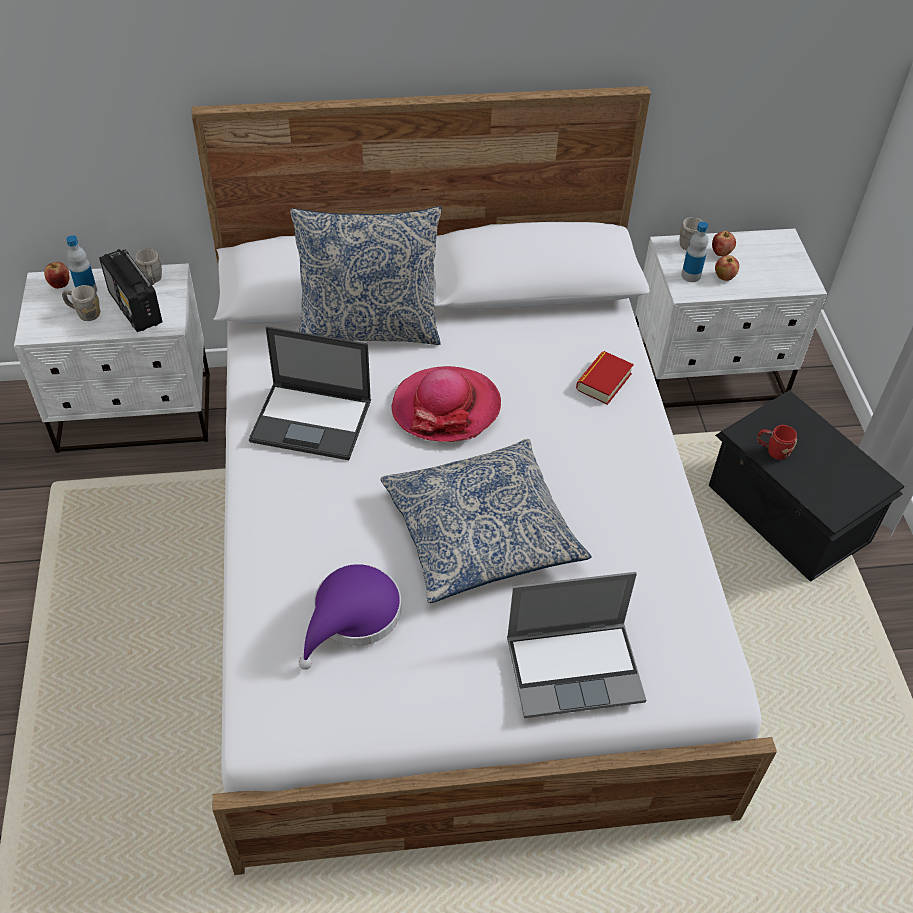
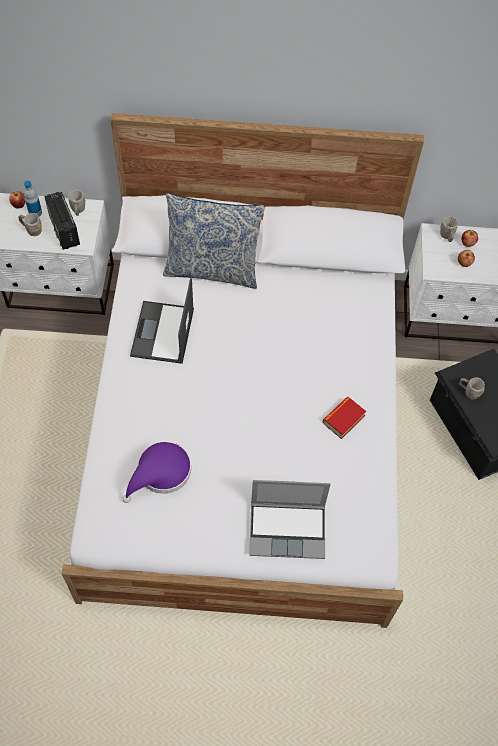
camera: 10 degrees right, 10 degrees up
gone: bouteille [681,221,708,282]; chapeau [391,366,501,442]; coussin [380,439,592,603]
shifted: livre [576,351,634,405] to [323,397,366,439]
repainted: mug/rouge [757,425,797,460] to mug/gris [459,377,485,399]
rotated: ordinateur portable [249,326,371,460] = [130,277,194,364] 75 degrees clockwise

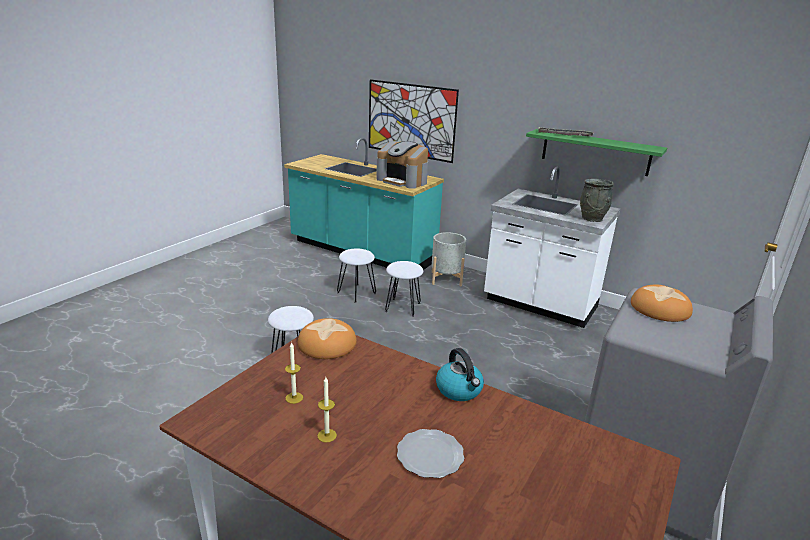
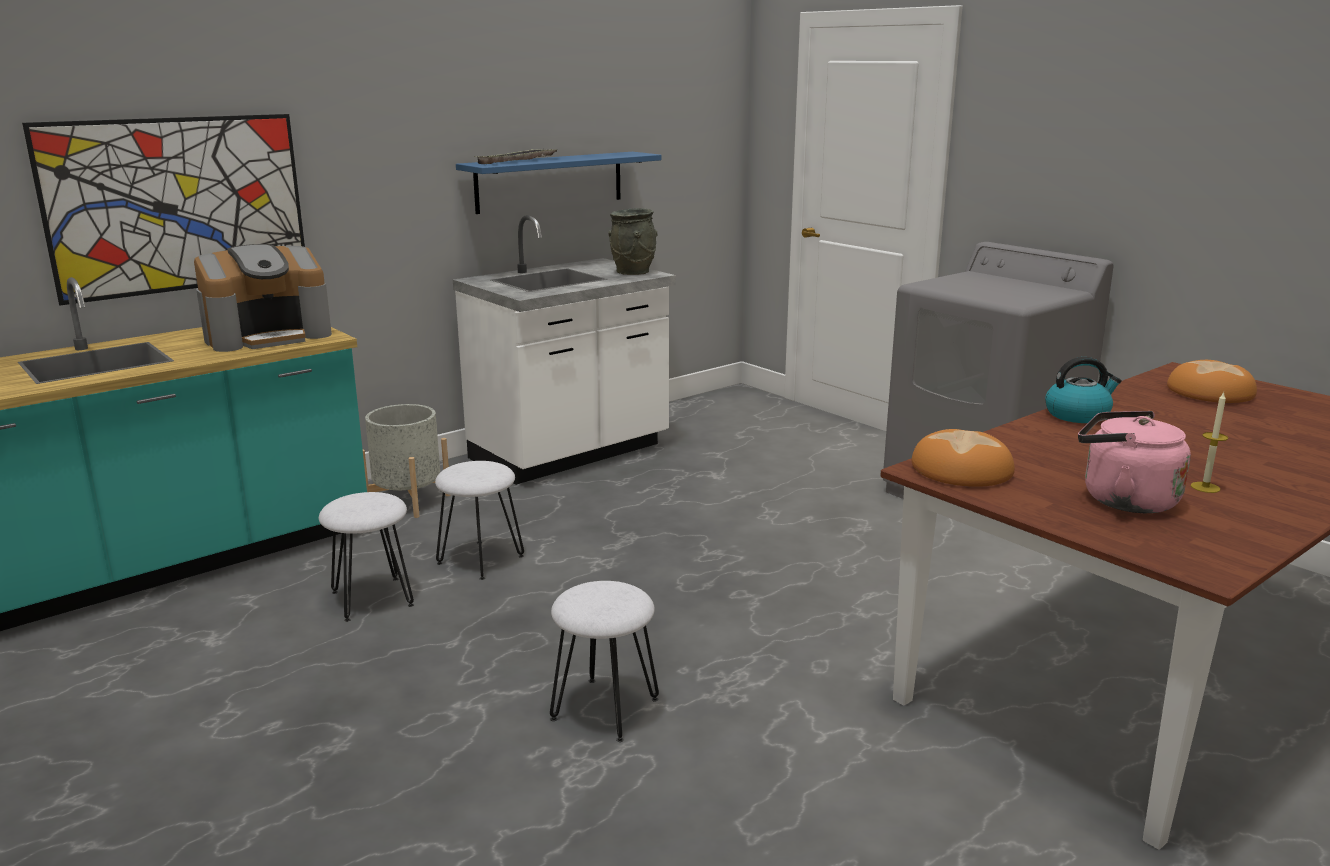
camera: 70 degrees left, 5 degrees down
gone: assiette [397,429,464,478]
shifted: pain [631,284,693,322] to [1167,360,1257,403]
swapped: bougie [285,342,303,404] to bouilloire/rose [1078,411,1191,513]
repainted: étagère/vert [526,129,667,176] to étagère/bleu [456,152,661,214]

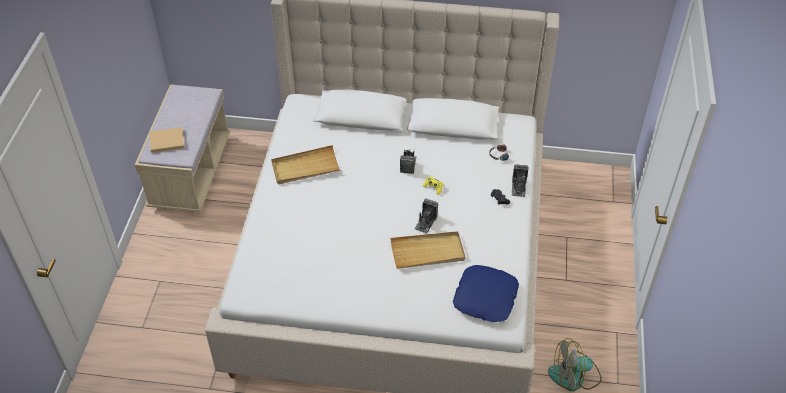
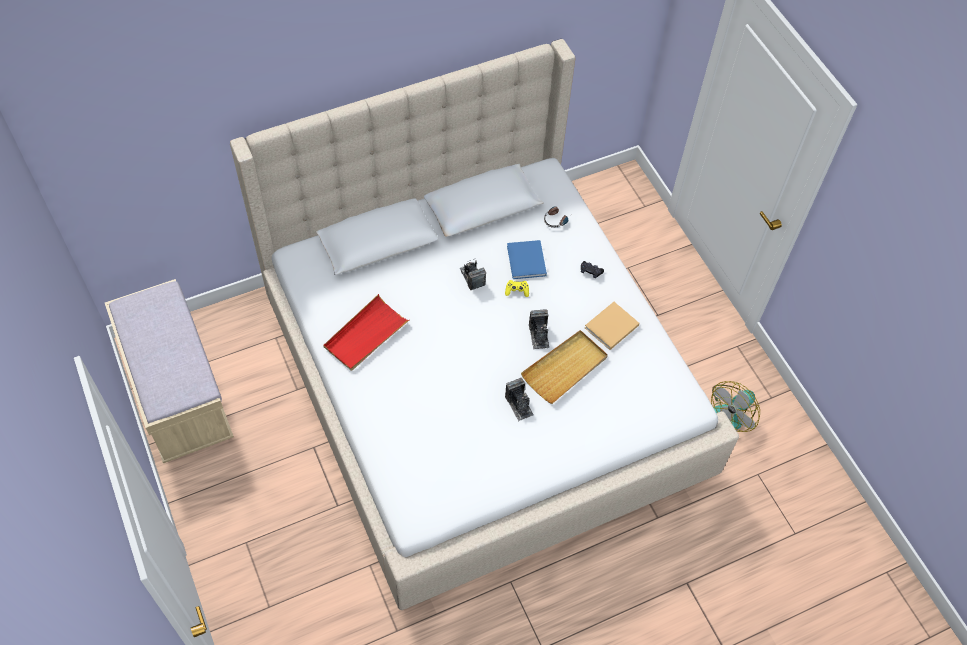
camera: 35 degrees left, 10 degrees up
gone: coussin/bleu [453,265,519,322]
new: livre/bleu [507,240,547,279]
shifted: livre/beige [150,127,184,153] to [585,302,639,350]; appareil photo [511,164,529,197] to [505,378,533,421]
repainted: plateau/beige [271,145,341,184] to plateau/rouge [323,294,409,371]

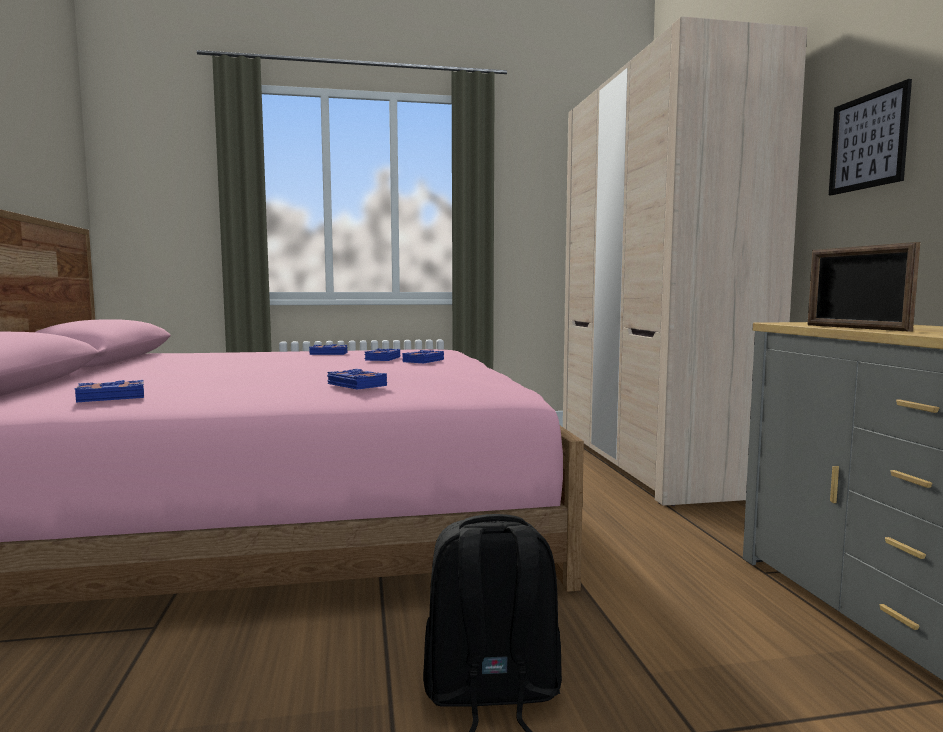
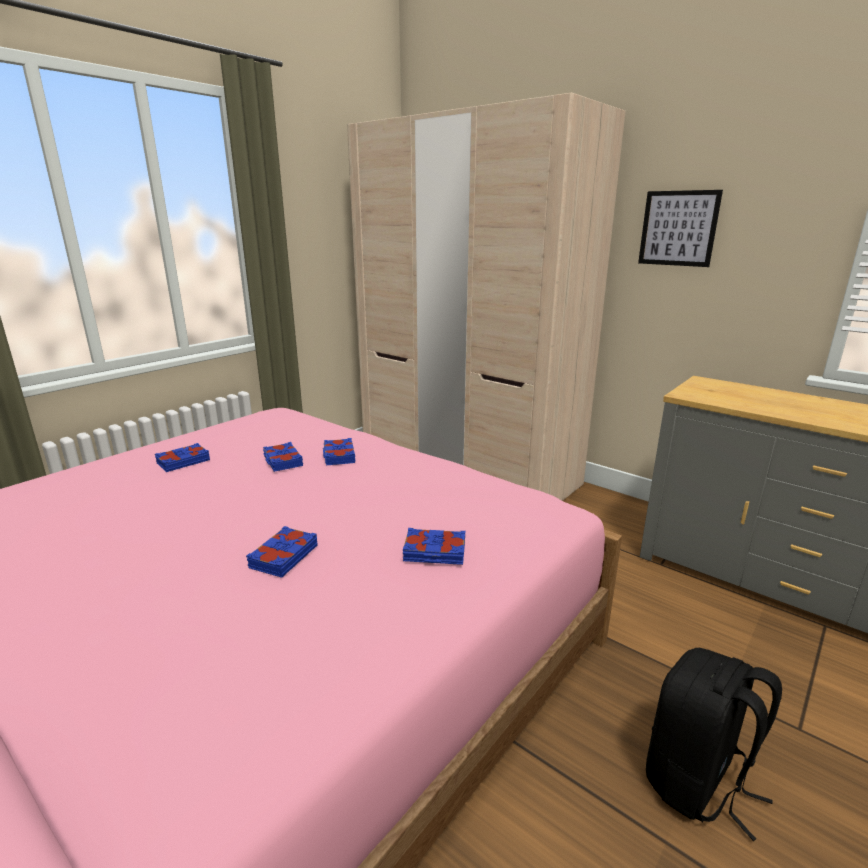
camera: 40 degrees left, 15 degrees up
gone: cadre photo [807,242,920,332]
shifted: livre/bleu [74,380,144,402] to [246,526,318,578]

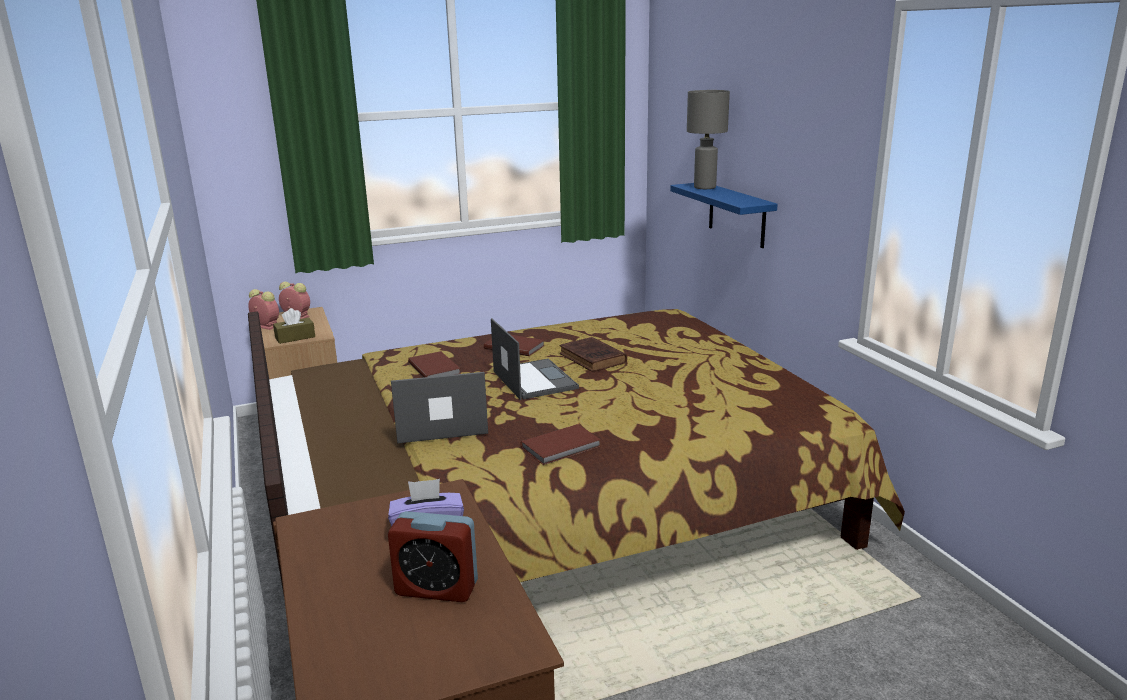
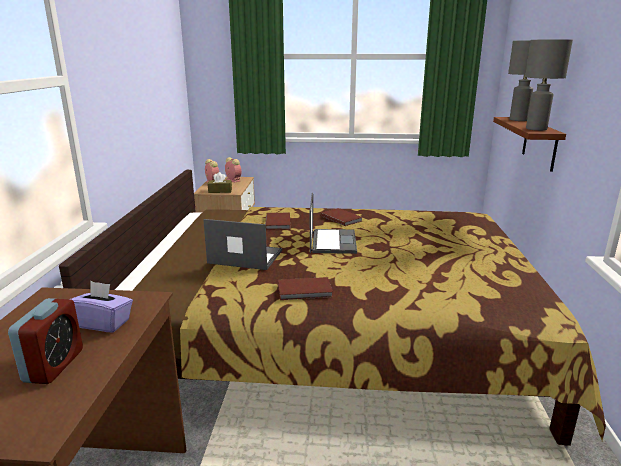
camera: 25 degrees right, 0 degrees up
gone: livre/marron [559,337,627,372]
new: lampe de table/gris [525,39,573,131]
repainted: étagère/bleu [670,183,778,248] to étagère/marron [493,117,566,172]
rotated: réveil [388,511,478,602] = [8,298,83,384] 120 degrees counterclockwise

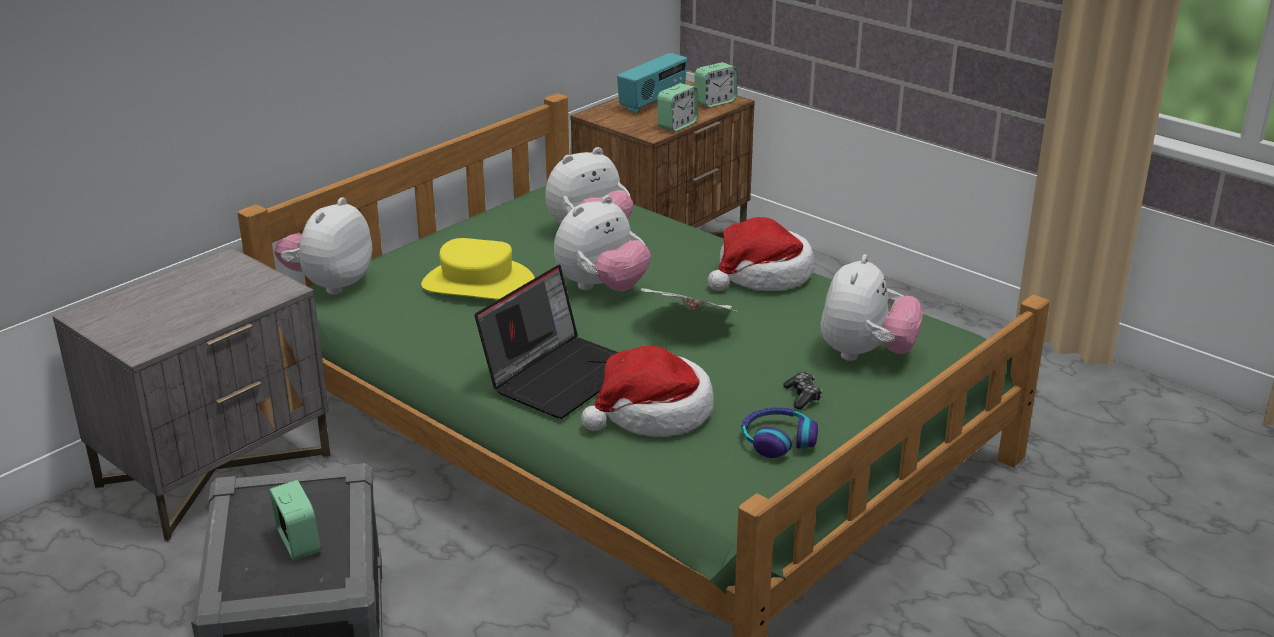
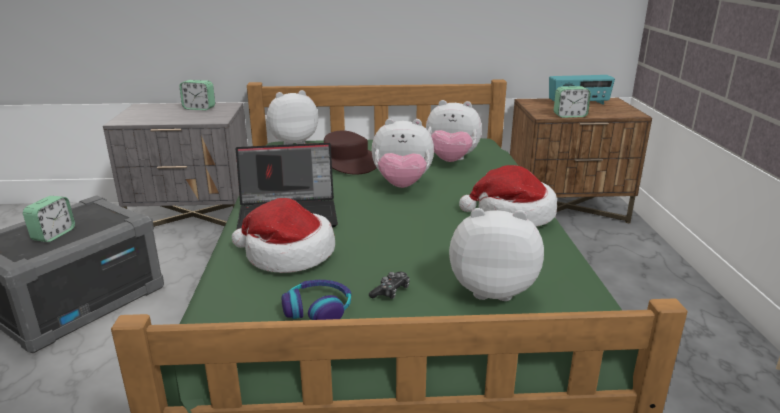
camera: 45 degrees right, 5 degrees down
gone: journal [641,288,737,312]
shifted: réveil [695,62,737,107] to [180,80,215,110]
repainted: chapeau/jaune [421,238,535,300] to chapeau/marron [324,131,377,175]
rotated: peluche [821,254,923,361] = [449,208,544,301] 150 degrees counterclockwise

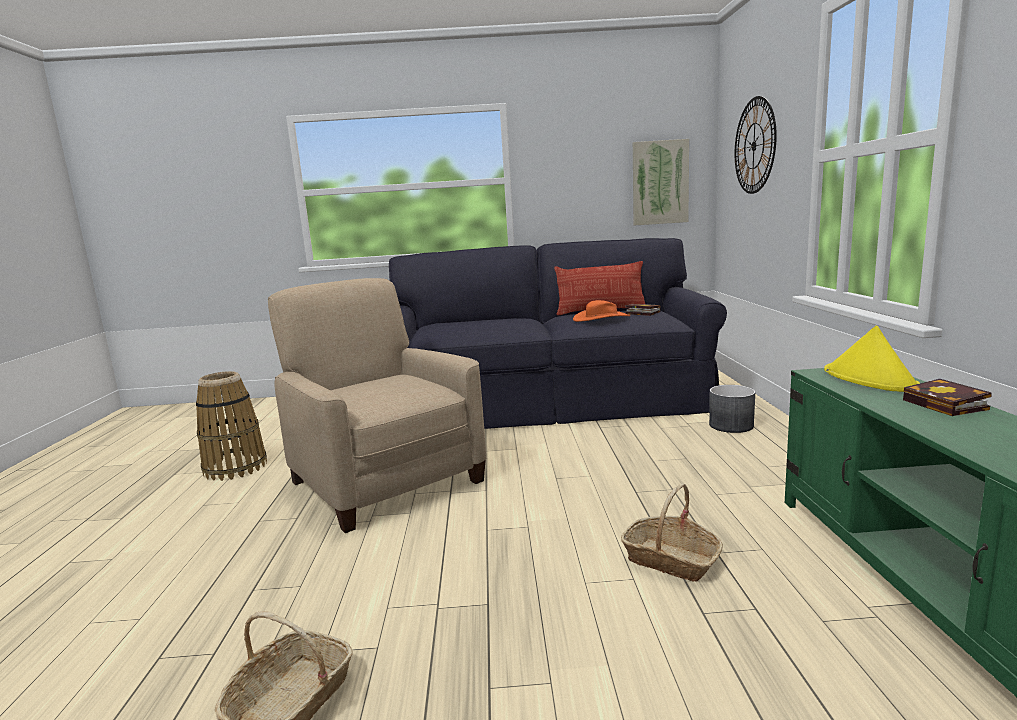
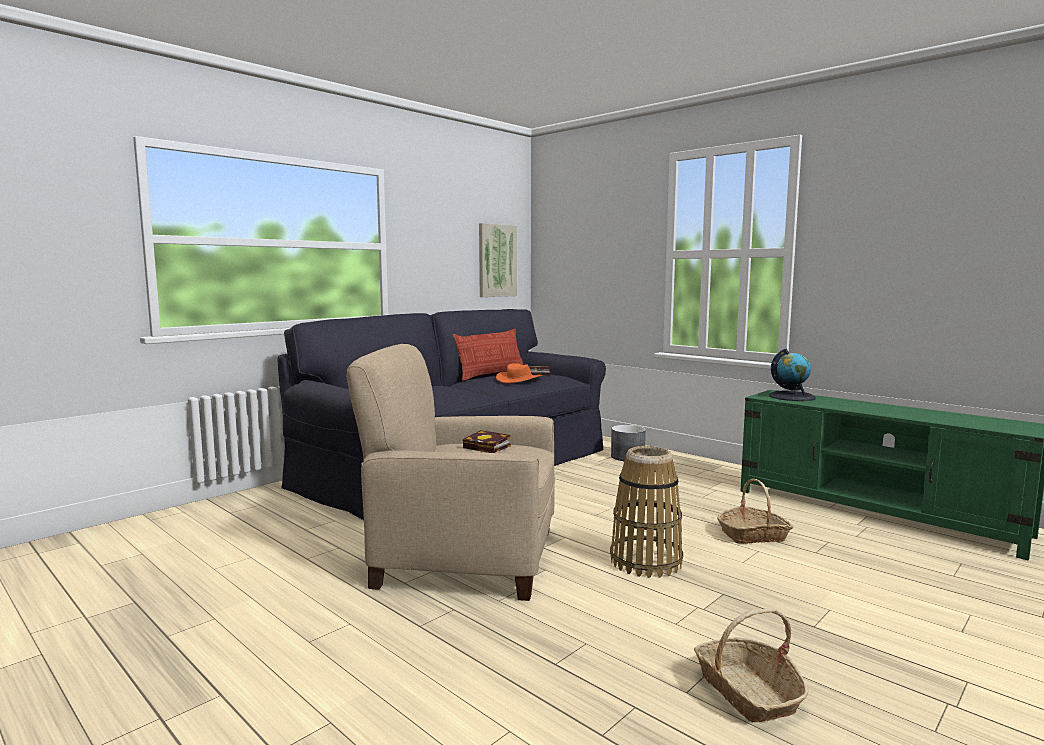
camera: 45 degrees left, 5 degrees down
gone: horloge murale [735,96,777,194]
shifted: panier [196,371,267,481] to [610,446,683,578]; livre [903,379,992,416] to [463,430,510,453]
swapped: chapeau/jaune [824,326,920,392] to globe [769,349,816,401]

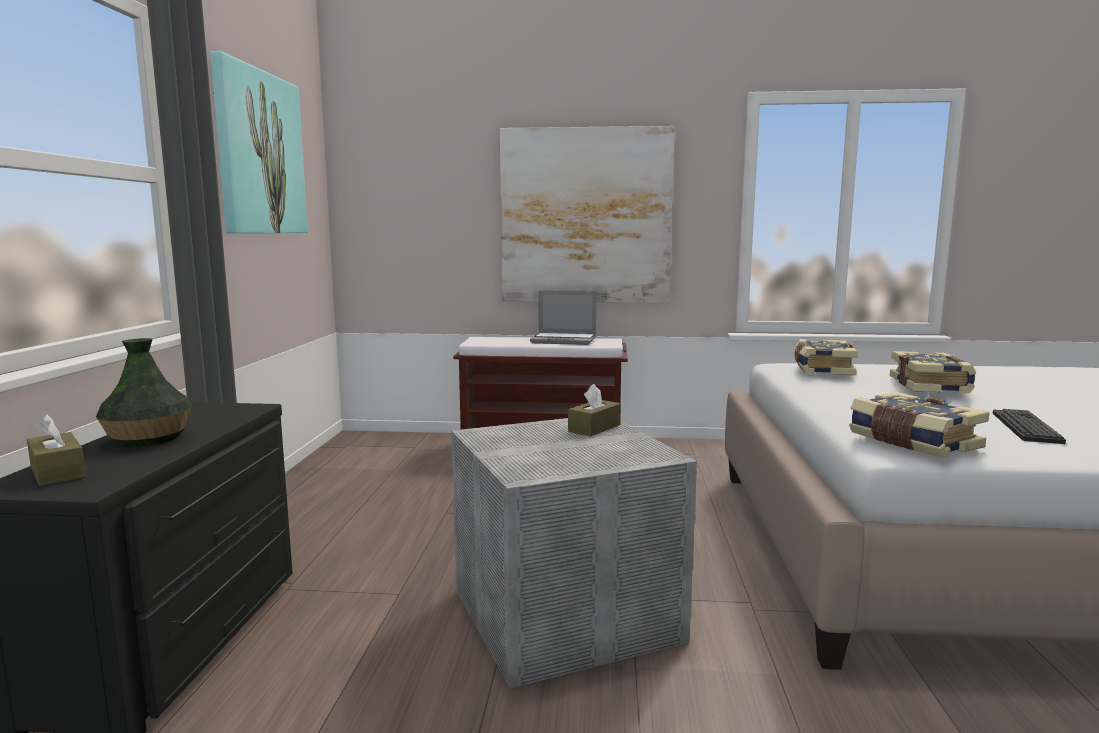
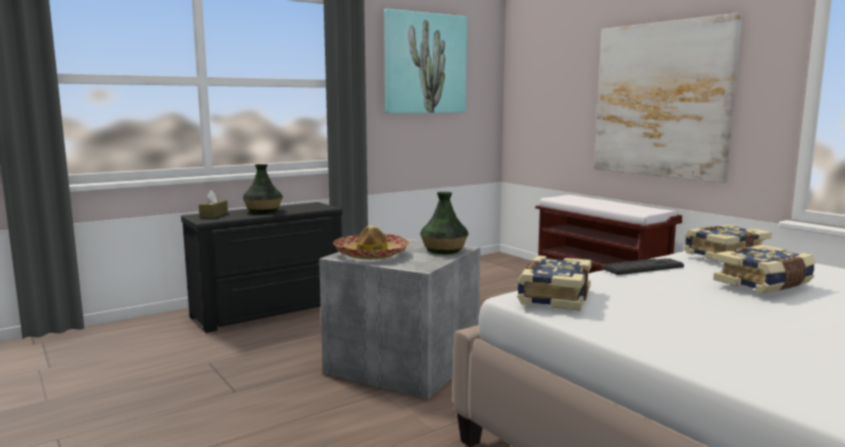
camera: 50 degrees right, 0 degrees up
gone: ordinateur portable [530,290,597,345]
new: chapeau [333,225,409,259]
shifted: clavier [993,409,1066,444] to [601,258,684,275]
swapped: boîte à mouchoirs/marron [568,384,621,437] to vase [420,192,469,254]

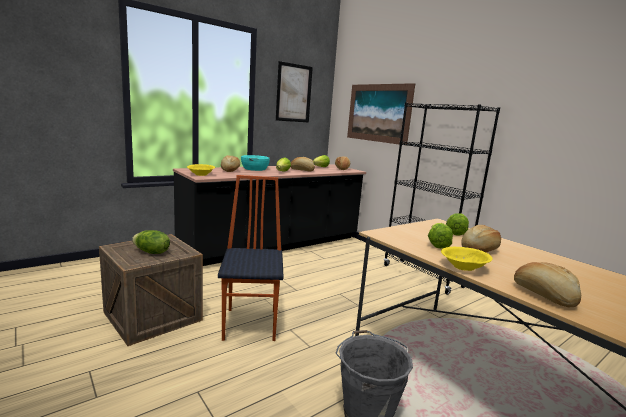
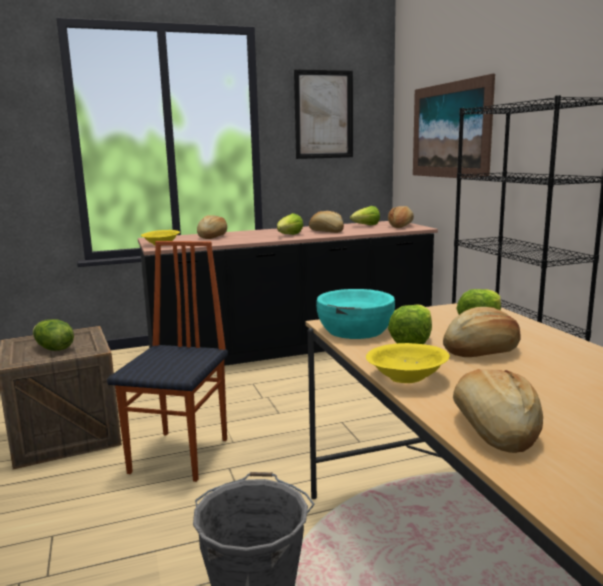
camera: 20 degrees right, 0 degrees up
shifted: bol/turquoise [241,155,270,171] to [316,289,395,339]

